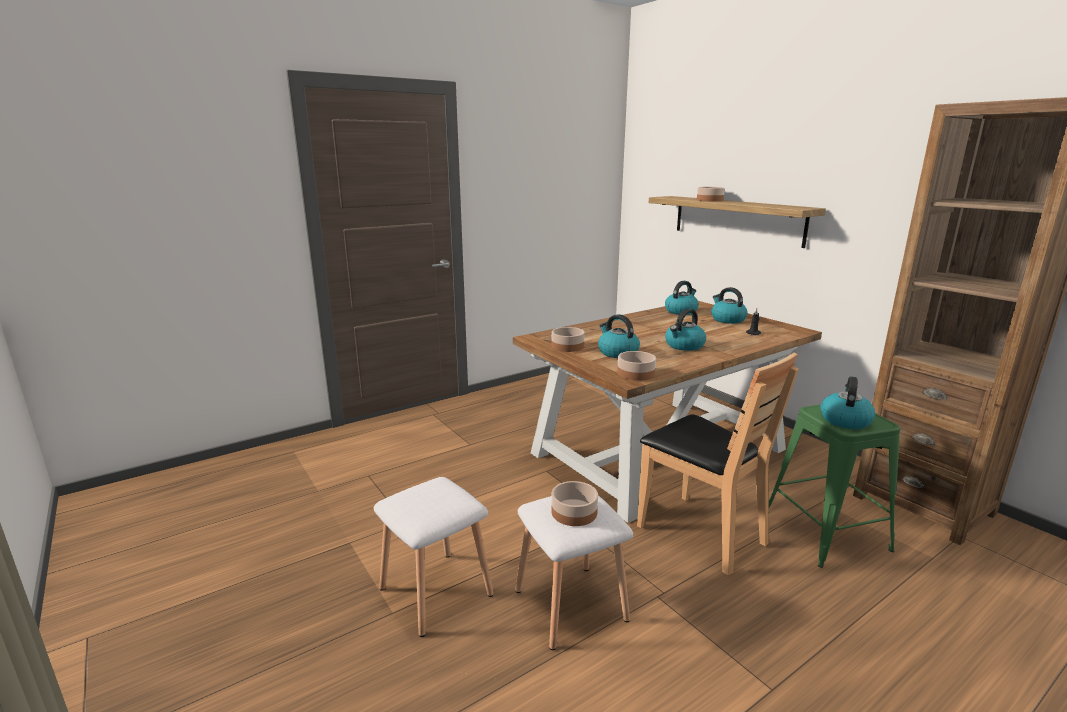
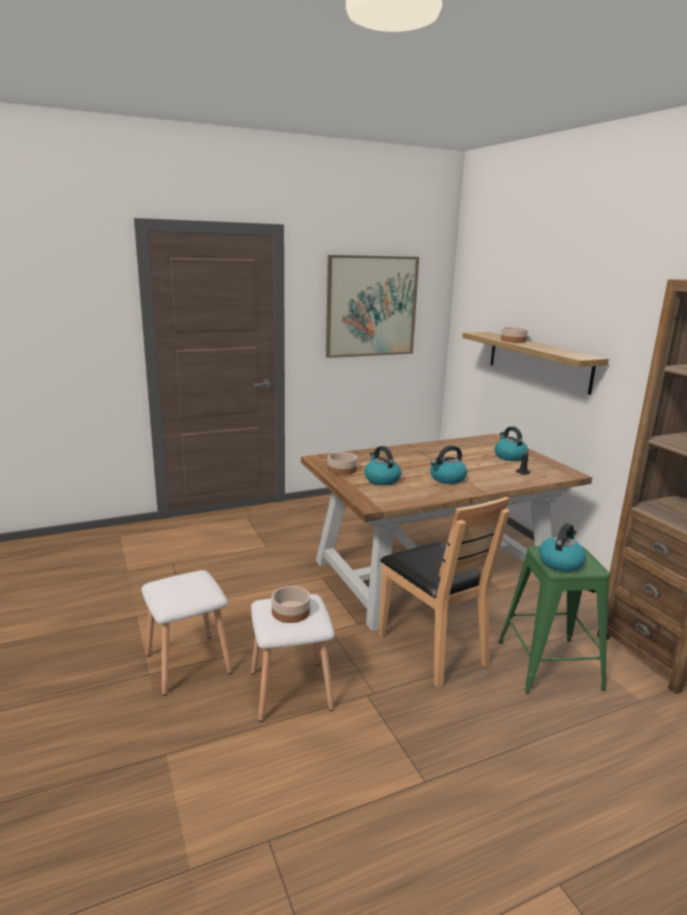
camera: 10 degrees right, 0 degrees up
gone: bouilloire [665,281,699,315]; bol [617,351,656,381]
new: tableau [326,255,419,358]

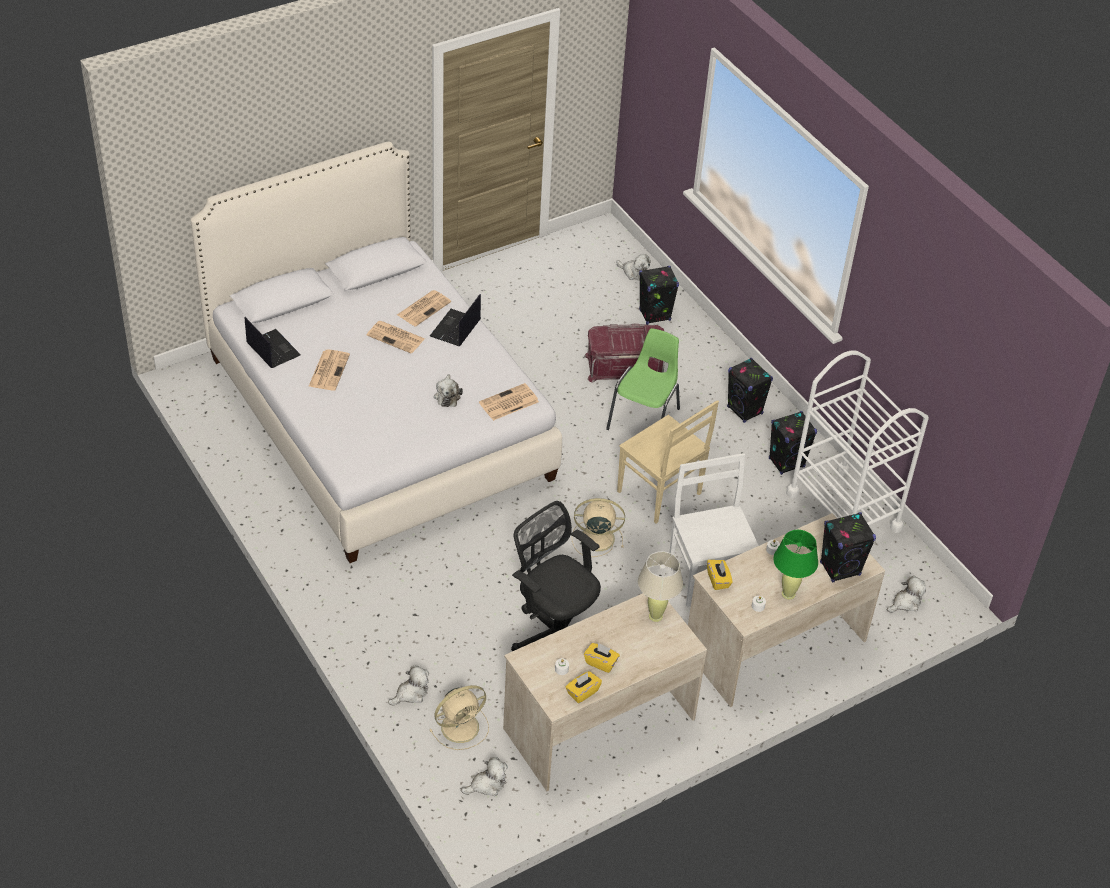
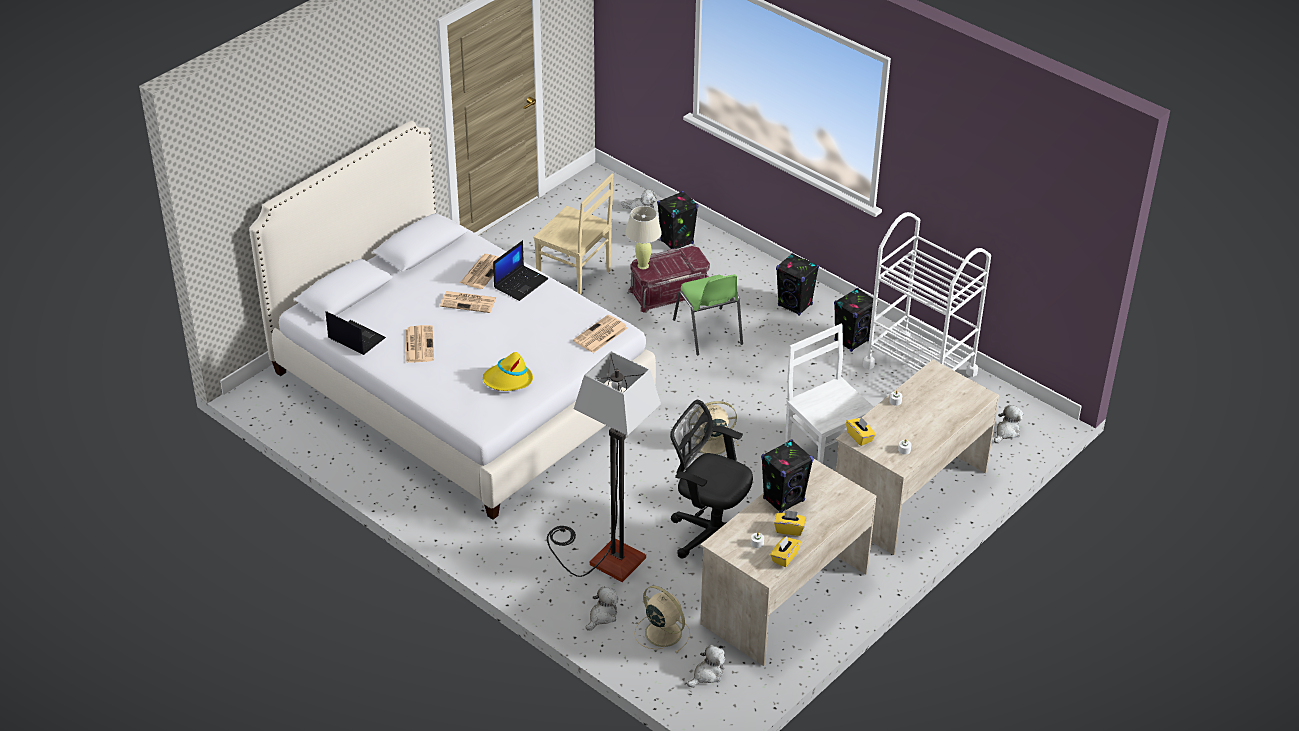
camera: 15 degrees left, 5 degrees down
gone: peluche [434,374,463,407]; lampe de table/vert [773,530,818,600]
new: lampadaire [547,351,661,582]; chapeau/jaune [483,352,533,391]
shifted: chaise/beige [617,400,719,524] to [534,174,614,295]; enceinte/noir [820,512,876,583] to [761,439,813,513]; lampe de table/beige [638,551,683,622] to [625,206,662,269]
rotated: ordinateur portable [430,294,481,346] = [493,240,548,301] 150 degrees counterclockwise; chaise/vert [606,328,680,430] = [673,274,743,356] 150 degrees clockwise; ventilateur/beige [429,685,489,750] = [634,586,690,653] 90 degrees counterclockwise

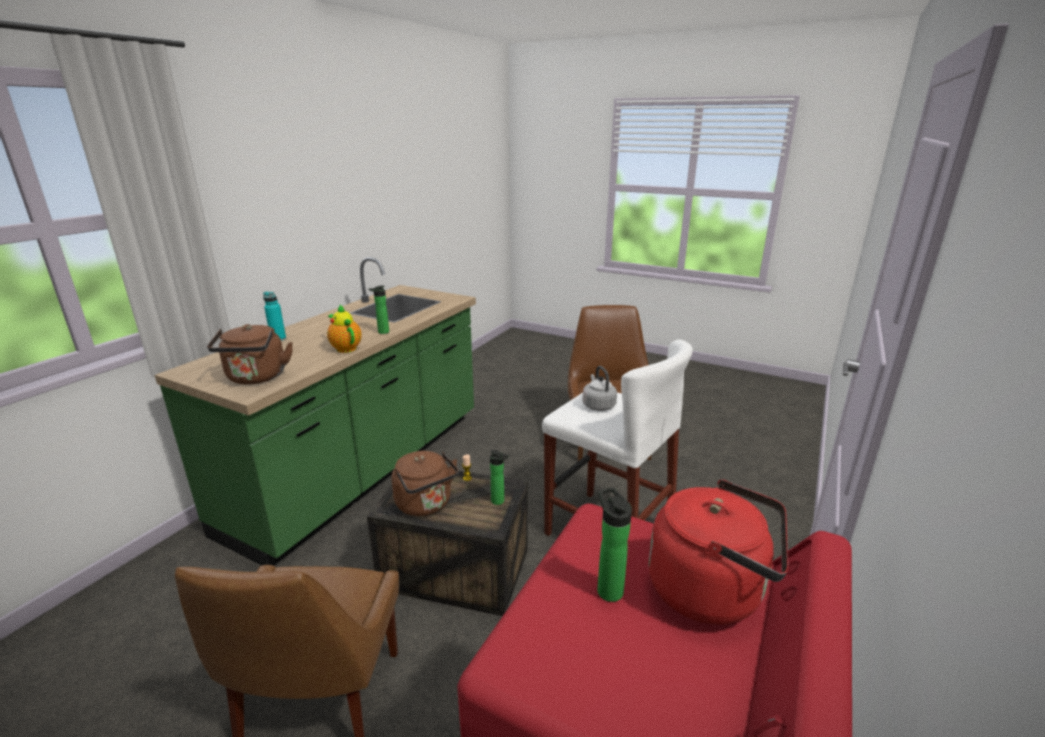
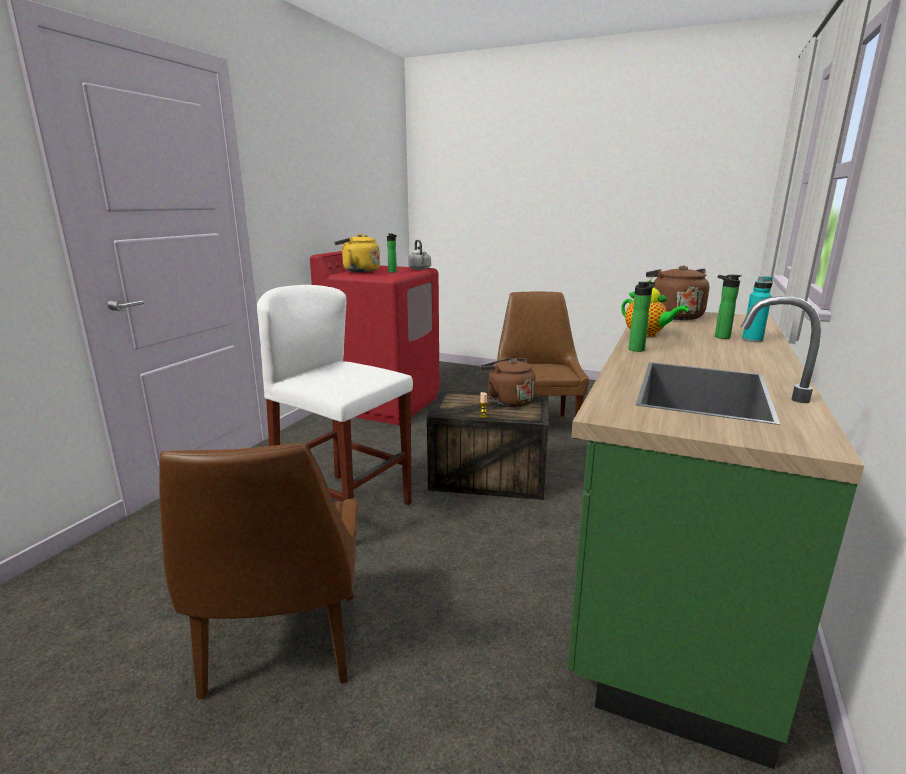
camera: 175 degrees right, 5 degrees down
shifted: bouilloire/gris [582,366,617,411] to [408,240,431,270]; bouteille [490,450,509,505] to [715,275,742,339]
repainted: bouilloire/rouge [648,480,788,625] to bouilloire/jaune [334,234,380,272]

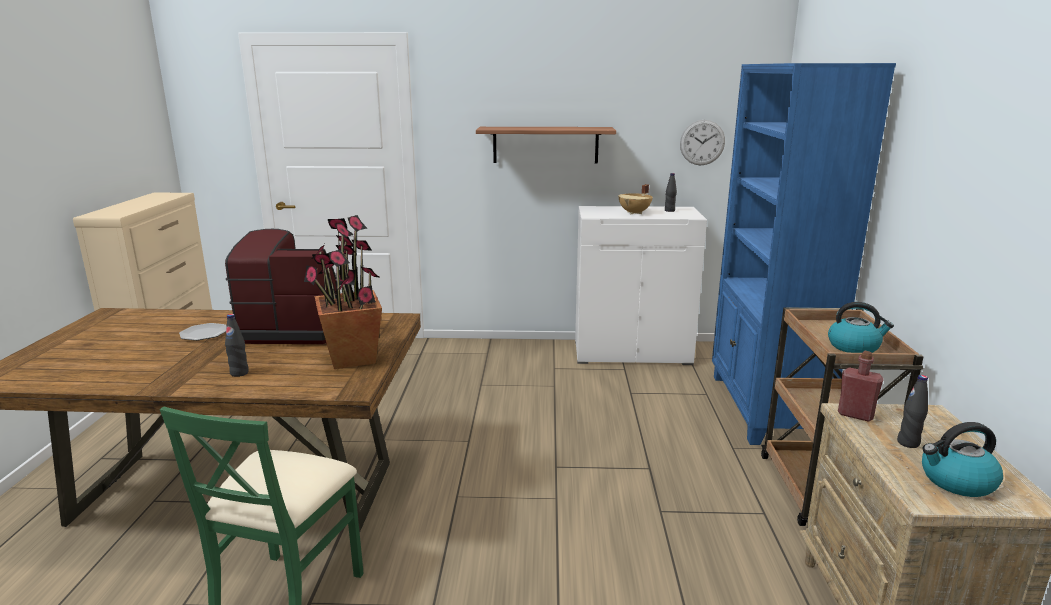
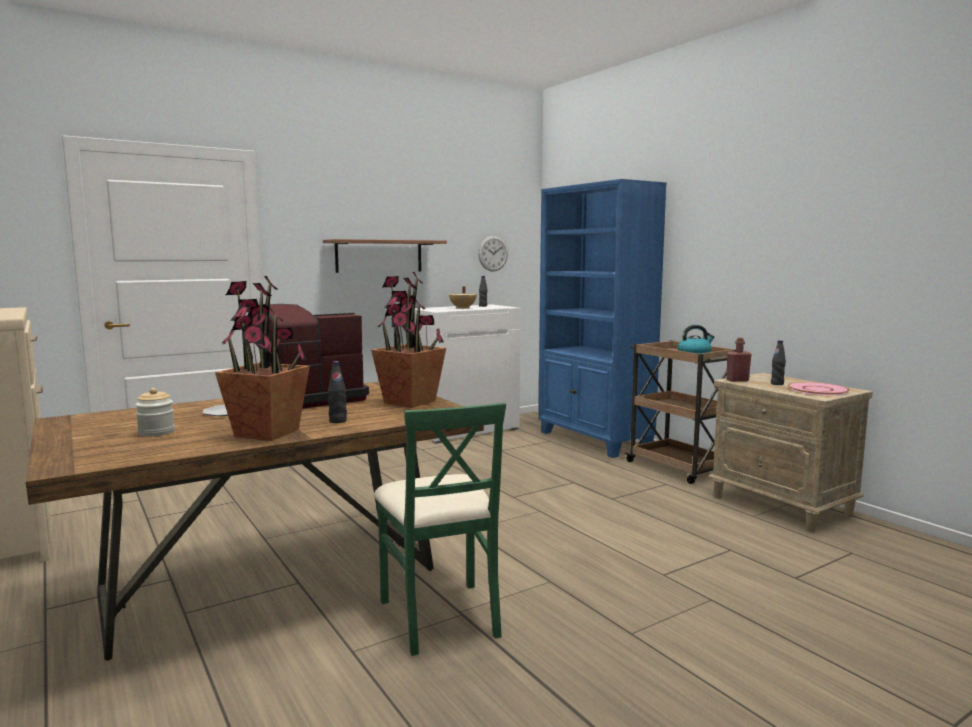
camera: 35 degrees left, 10 degrees down
new: plante en pot [215,276,310,441]; bocal [135,388,175,437]
swapped: bouilloire [922,422,1003,497] to assiette/rose [788,382,849,395]

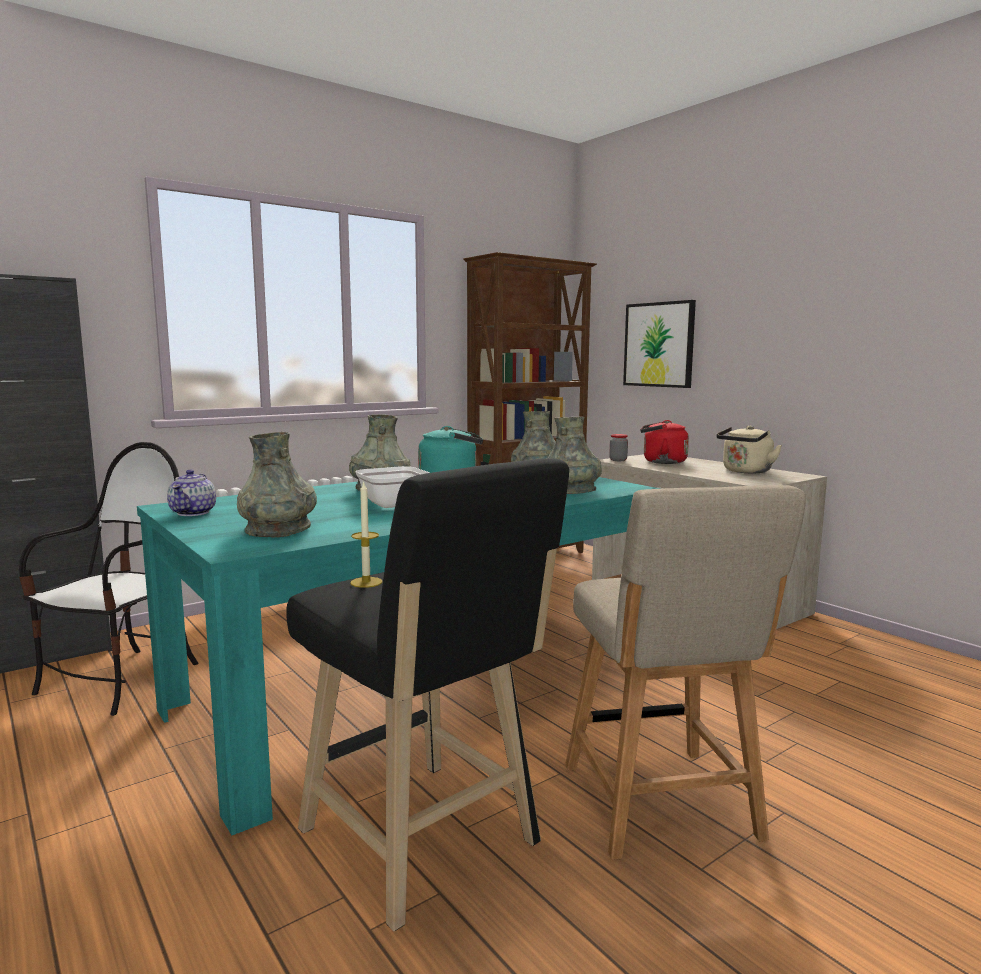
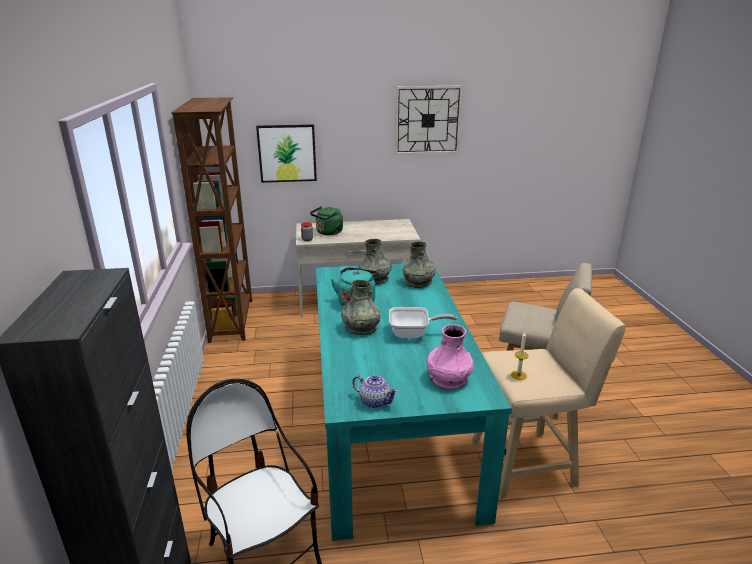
camera: 60 degrees left, 15 degrees up
gone: bouilloire/beige [716,426,782,473]
new: horloge murale [395,86,463,155]
repainted: bouilloire/rouge [640,420,689,464] to bouilloire/vert [310,206,343,235]; vase/gris [237,432,317,537] to vase/rose [427,324,473,390]; tabouret/noir [286,458,569,931] to tabouret/beige [472,288,626,499]

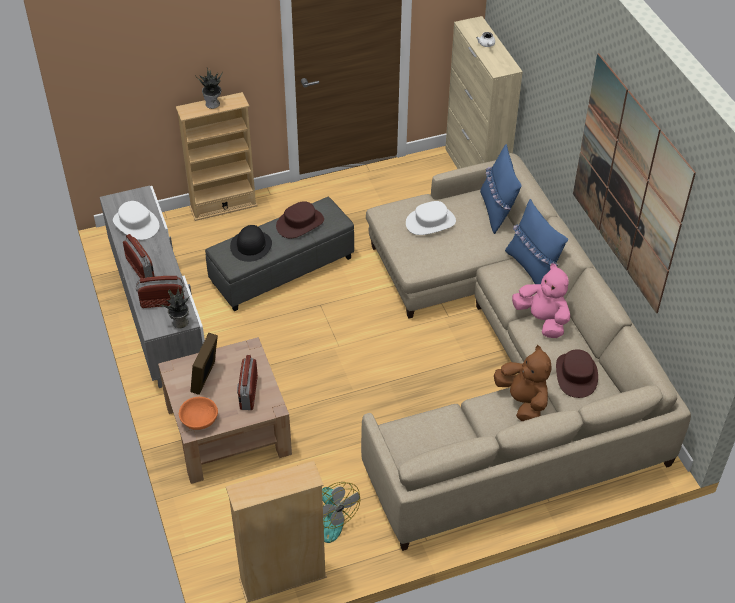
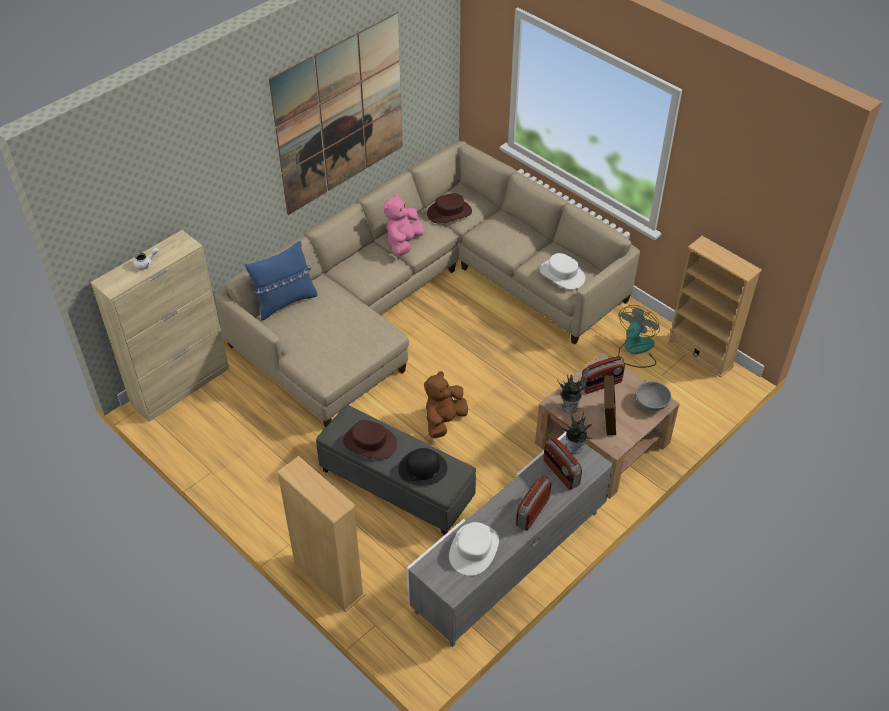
camera: 115 degrees left, 0 degrees up
gone: coussin/bleu [505,199,568,284]
shifted: plante en pot [196,68,223,109] to [557,374,585,413]; chapeau/blanc [406,201,456,235] to [539,253,585,289]; peluche/marron [494,345,551,421] to [424,371,468,438]
repainted: bol/orange [179,397,218,430] to bol/gris [636,382,672,411]
rotated: cadre photo [190,333,218,395] = [604,375,616,435] 75 degrees counterclockwise

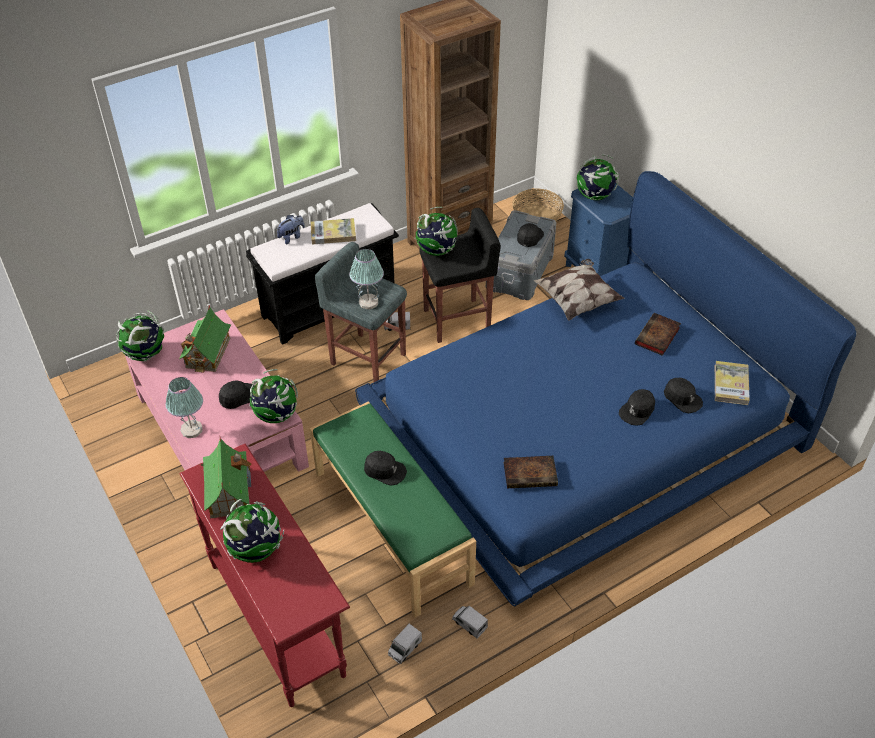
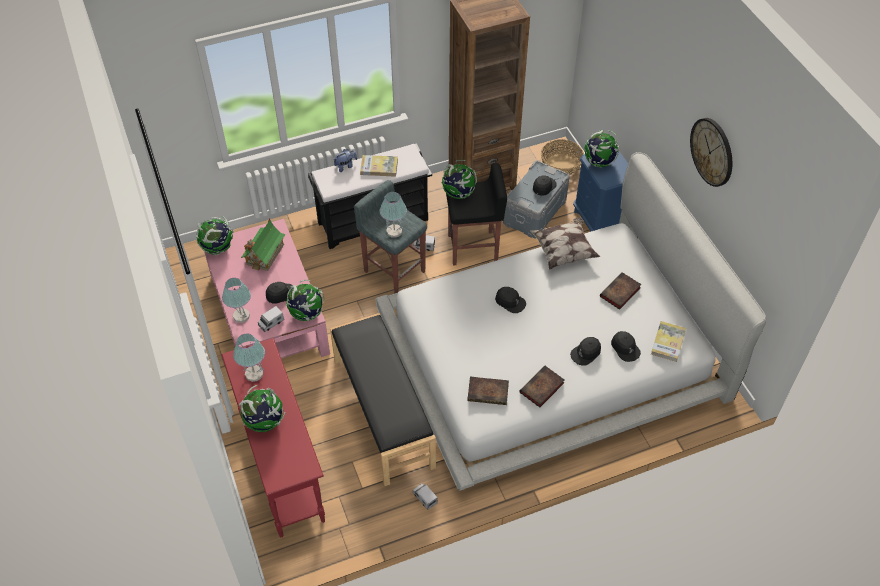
camera: 10 degrees right, 5 degrees up
new: horloge murale [690,118,732,187]; livre [519,366,564,408]
shifted: casquette/noir [364,451,407,486] to [495,287,526,313]; camion jouet [388,624,422,664] to [258,306,284,332]
swapped: maison miniature [199,437,252,519] to lampe de table [233,333,265,382]
repainted: lit/bleu [355,171,856,606] to lit/blanc [375,152,766,491]; banc/vert [310,401,476,618] to banc/noir [330,313,436,486]

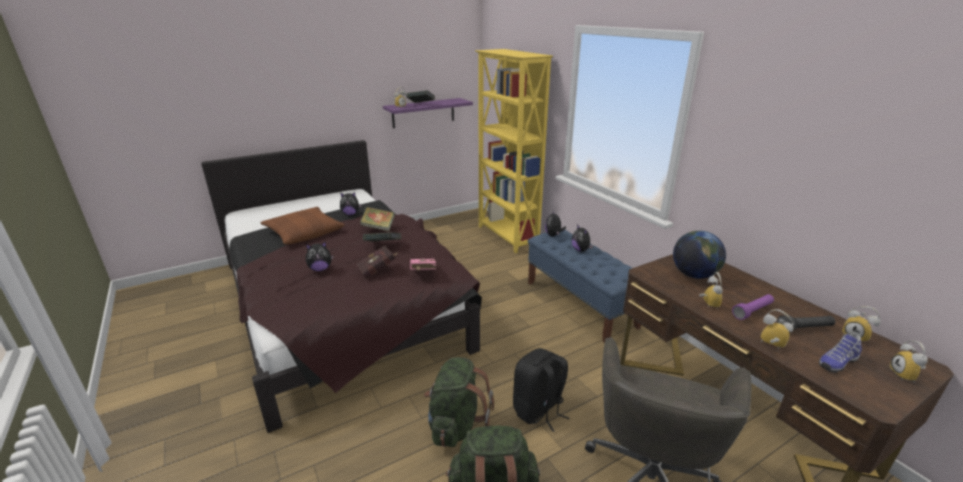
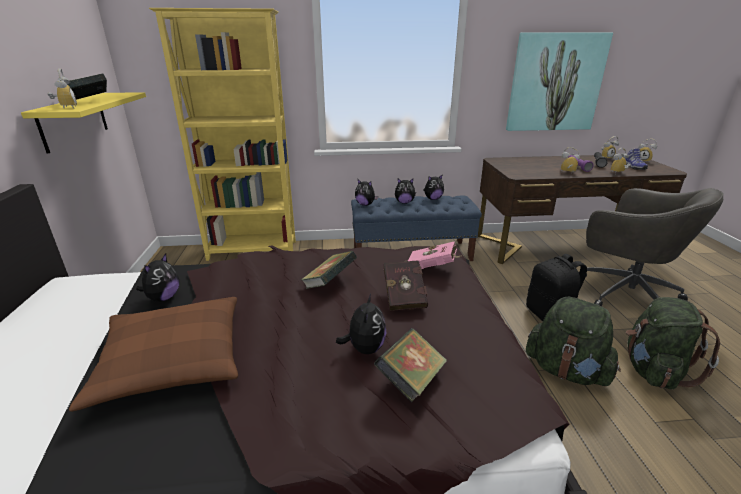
camera: 65 degrees left, 0 degrees up
gone: globe [673,231,726,279]
new: tableau [506,32,613,131]; peluche [423,174,444,200]
shifted: livre [360,207,395,231] to [374,328,447,403]
repainted: étagère/violet [383,98,473,128] to étagère/jaune [21,92,146,154]

